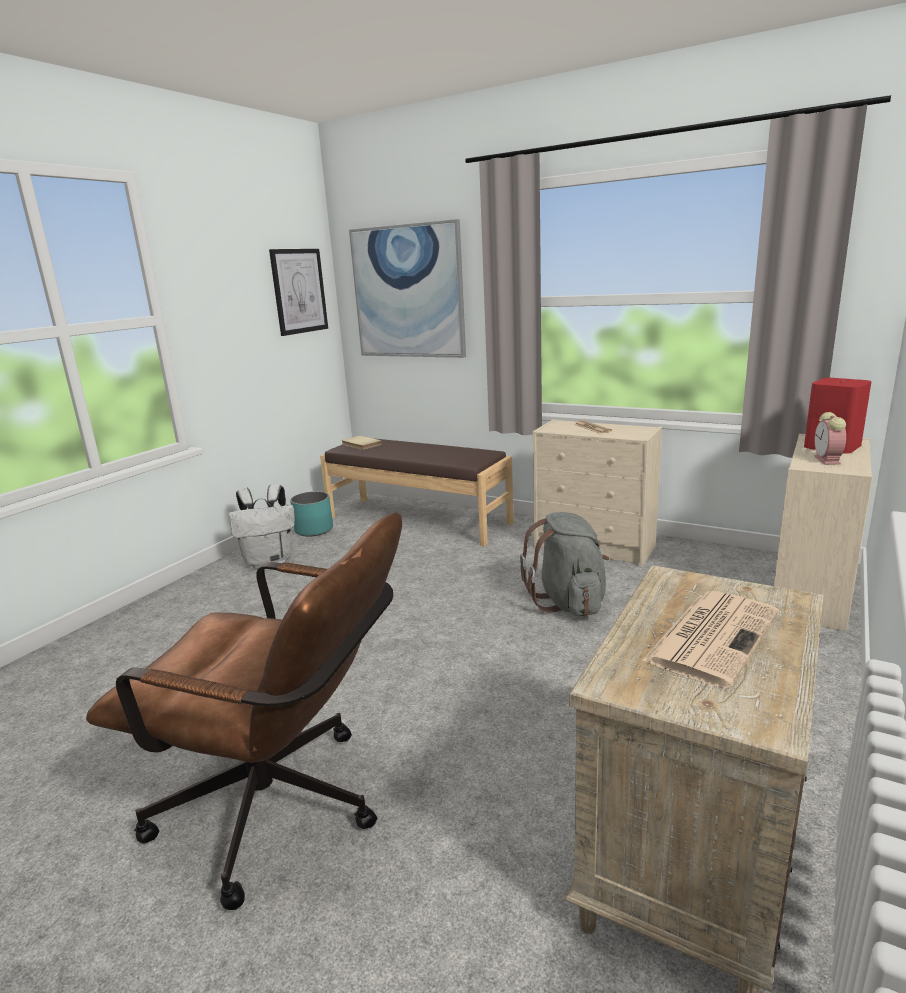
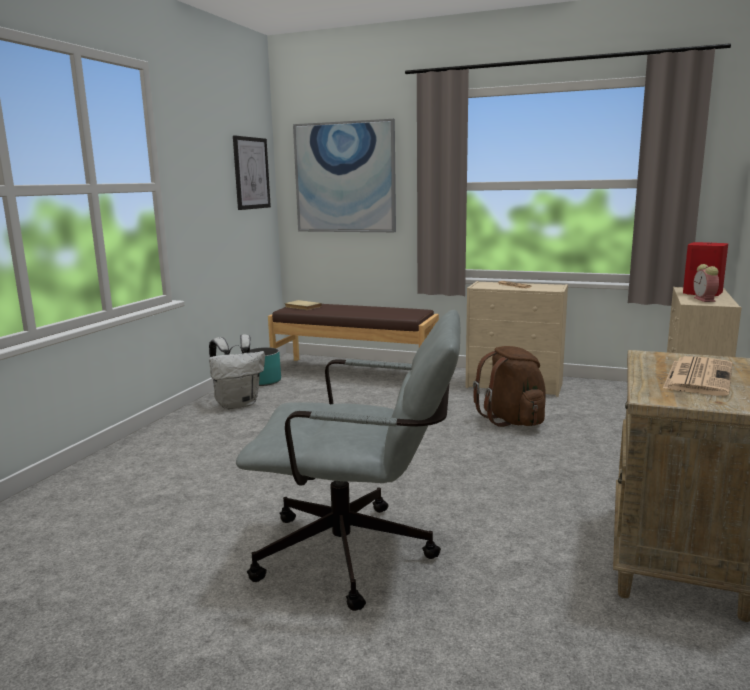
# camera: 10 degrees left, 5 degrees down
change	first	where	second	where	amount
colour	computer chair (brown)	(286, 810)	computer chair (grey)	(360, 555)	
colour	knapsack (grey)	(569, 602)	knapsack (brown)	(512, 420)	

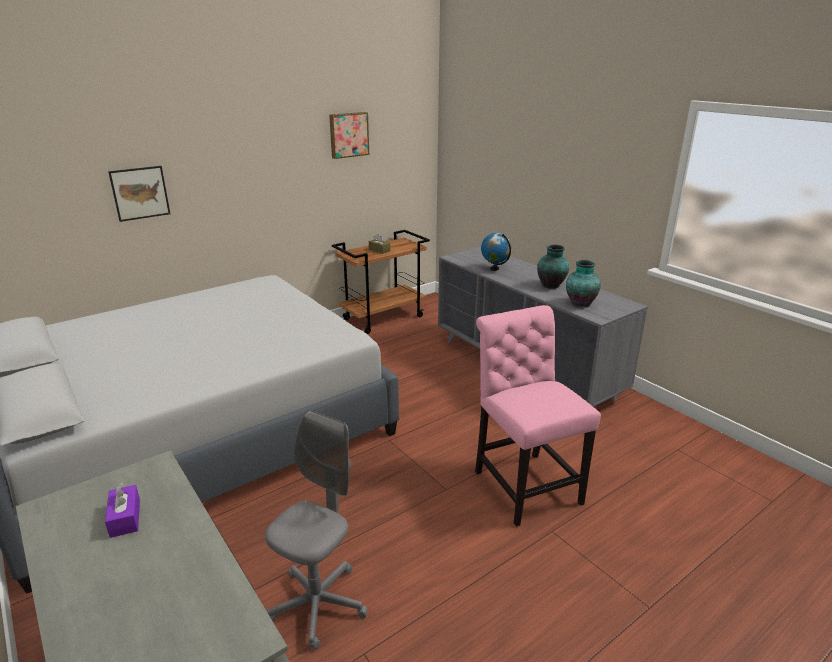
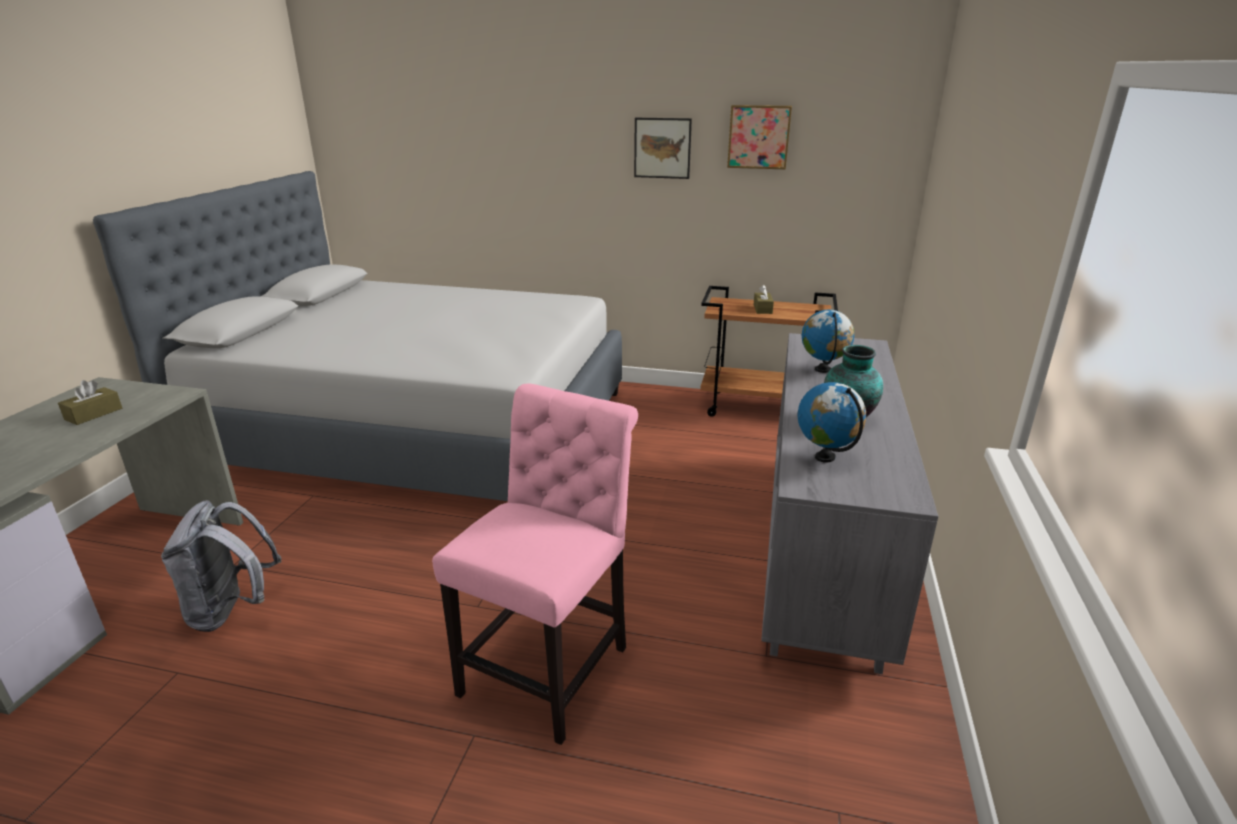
# camera: 50 degrees right, 0 degrees up
change	first	where	second	where	amount
relocated	wall picture	(140, 193)		(662, 148)	
exchanged	computer chair (grey)	(318, 604)	knapsack (grey)	(232, 610)	
exchanged	vase	(580, 303)	desk globe	(825, 457)	
colour	tissue holder (purple-coloured)	(125, 518)	tissue holder (brown)	(93, 414)	

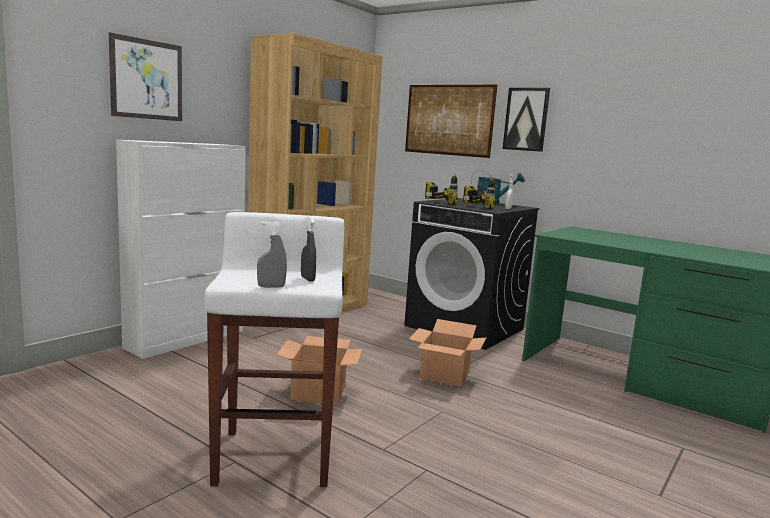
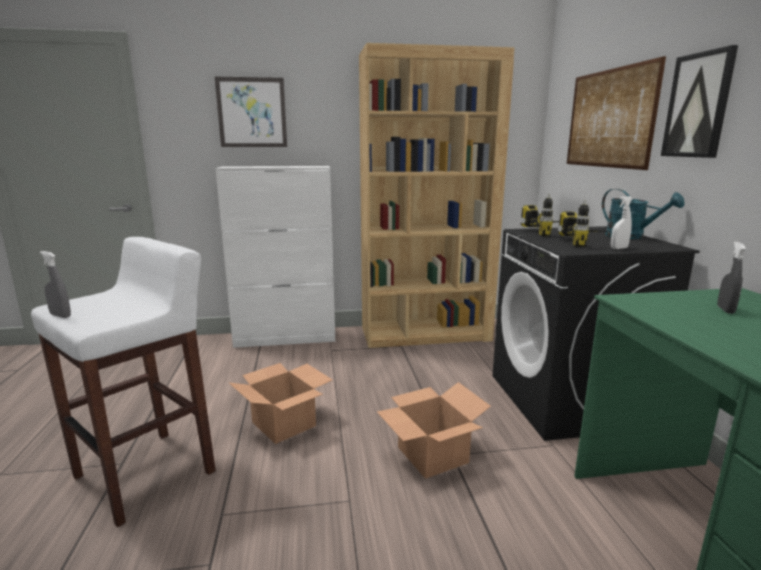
# camera: 45 degrees right, 5 degrees up
change	first	where	second	where	amount
relocated	hand sprayer (grey)	(307, 279)		(725, 310)	

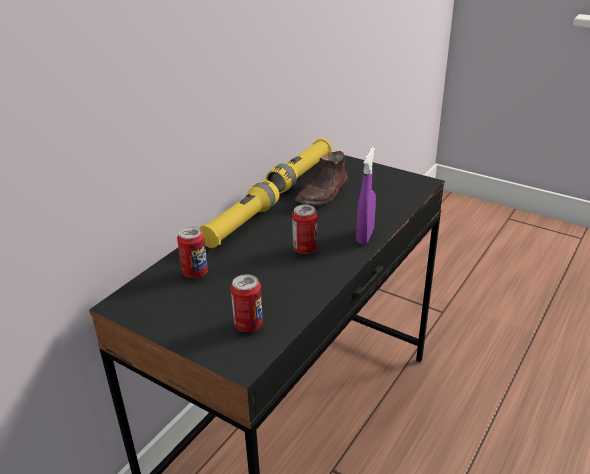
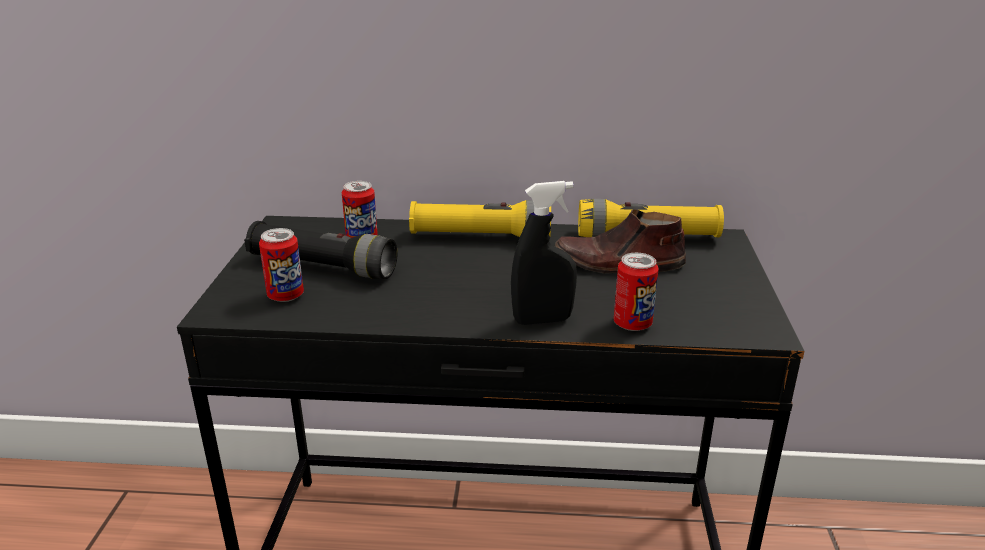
# camera: 60 degrees right, 5 degrees down
change	first	where	second	where	amount
appeared			torch (blackish)	(322, 266)	
relocated	metal can	(305, 249)		(632, 324)	
colour	hand sprayer (purple-coloured)	(365, 236)	hand sprayer (blackish)	(542, 320)	

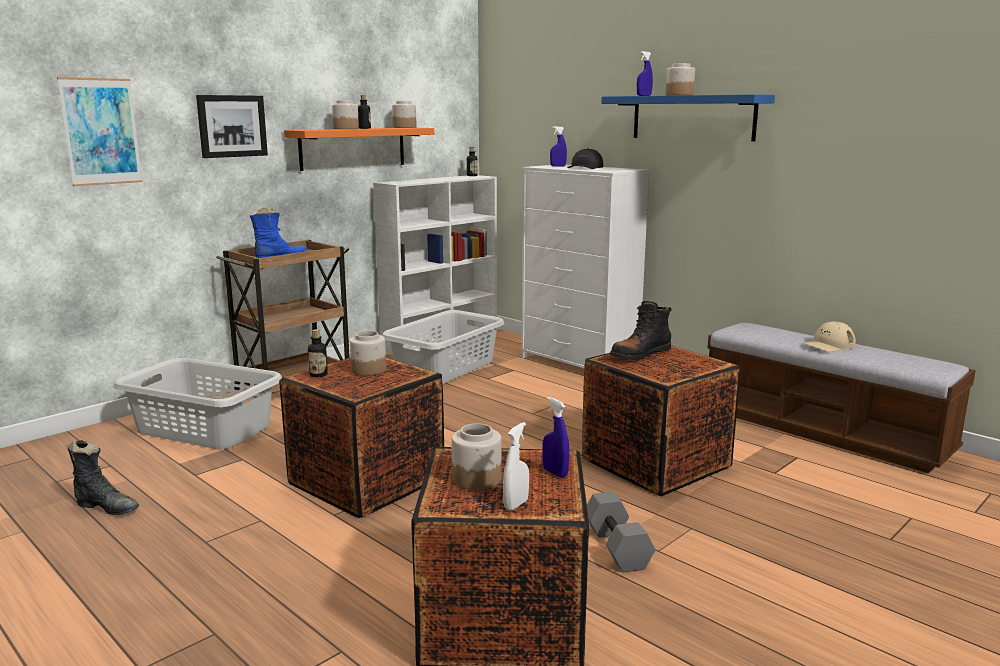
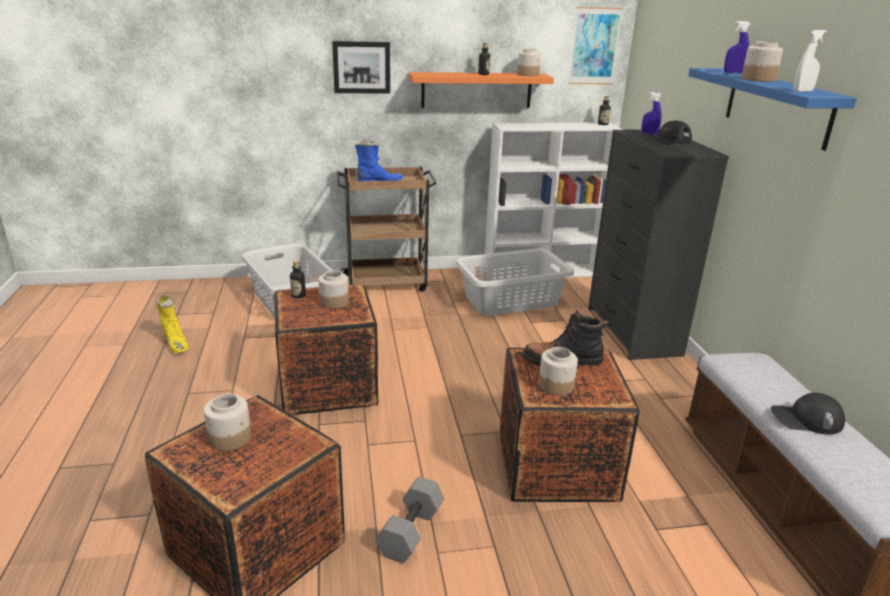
# camera: 35 degrees right, 10 degrees up
change	first	where	second	where	amount
missing	hand sprayer (blue)	(555, 473)			
relocated	wall picture	(101, 132)		(594, 46)	
relocated	storage jar	(346, 129)		(556, 385)	
relocated	hand sprayer (white)	(516, 504)		(802, 91)	
colour	high-top boot (blackish)	(107, 507)	high-top boot (yellow-coloured)	(176, 344)	
colour	chest of drawers (white)	(580, 363)	chest of drawers (blackish)	(633, 332)	
colour	cap (beige-coloured)	(828, 345)	cap (blackish)	(806, 419)	

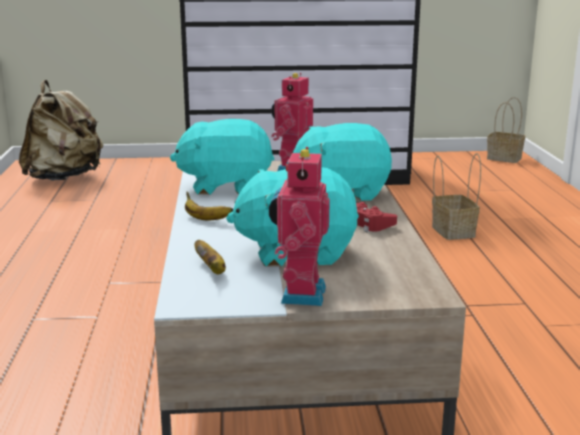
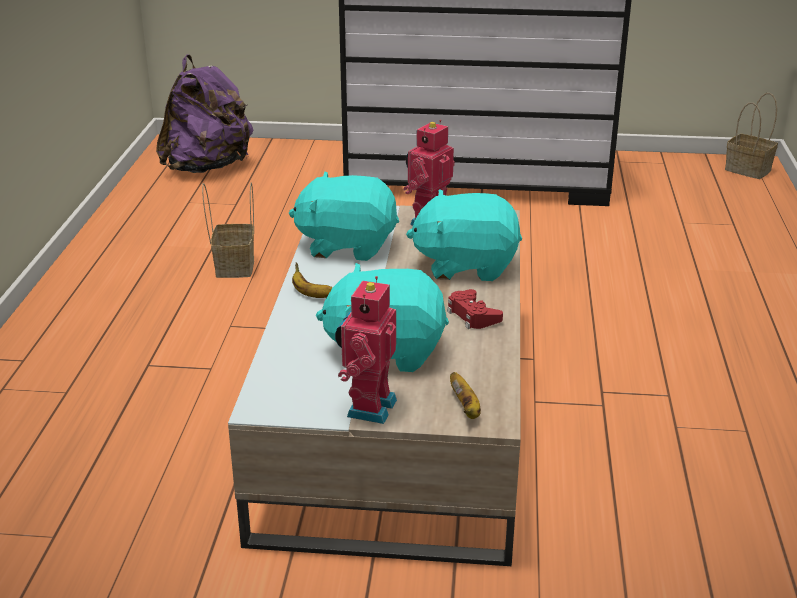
# camera: 10 degrees right, 10 degrees up
change	first	where	second	where	amount
relocated	whole banana	(211, 269)		(466, 408)	
relocated	storage basket	(451, 231)		(234, 266)	
colour	knapsack (beige-coloured)	(64, 178)	knapsack (purple-coloured)	(207, 167)	

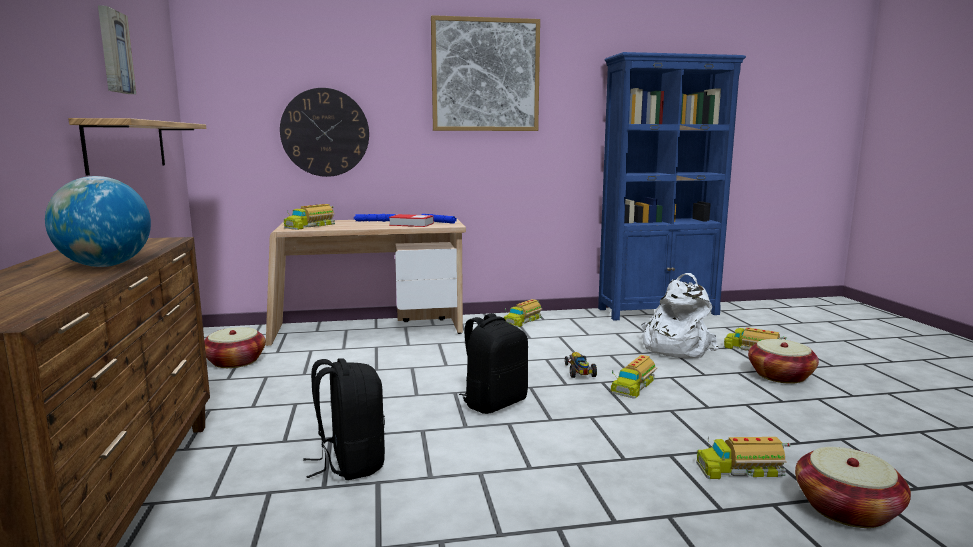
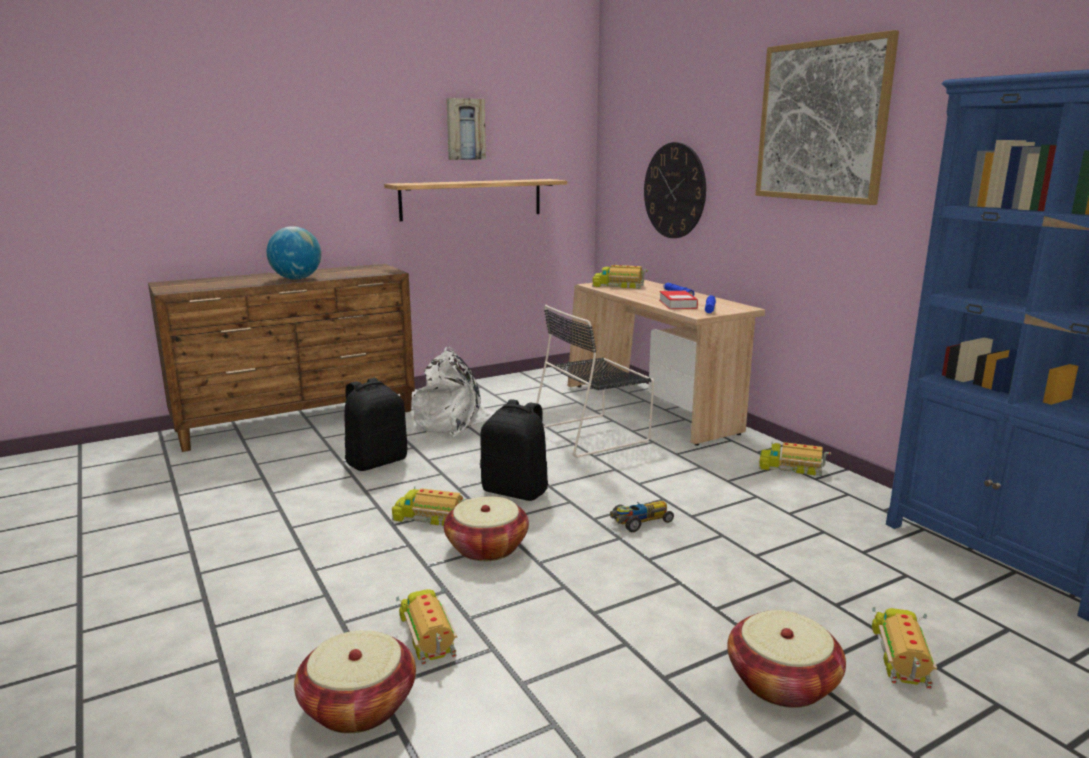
# camera: 70 degrees right, 5 degrees up
change	first	where	second	where	amount
appeared			upright chair (blackish)	(593, 434)	
relocated	storage basket	(235, 361)		(487, 547)	
relocated	toy lorry	(633, 385)		(430, 517)	
relocated	knapsack (white)	(674, 348)		(453, 422)	

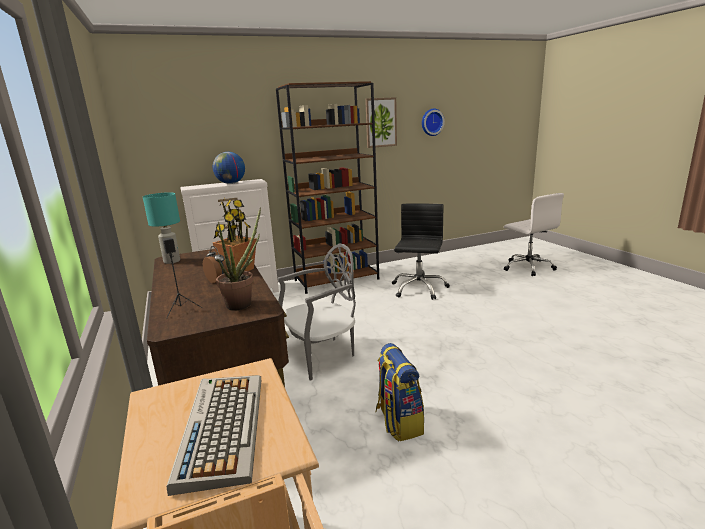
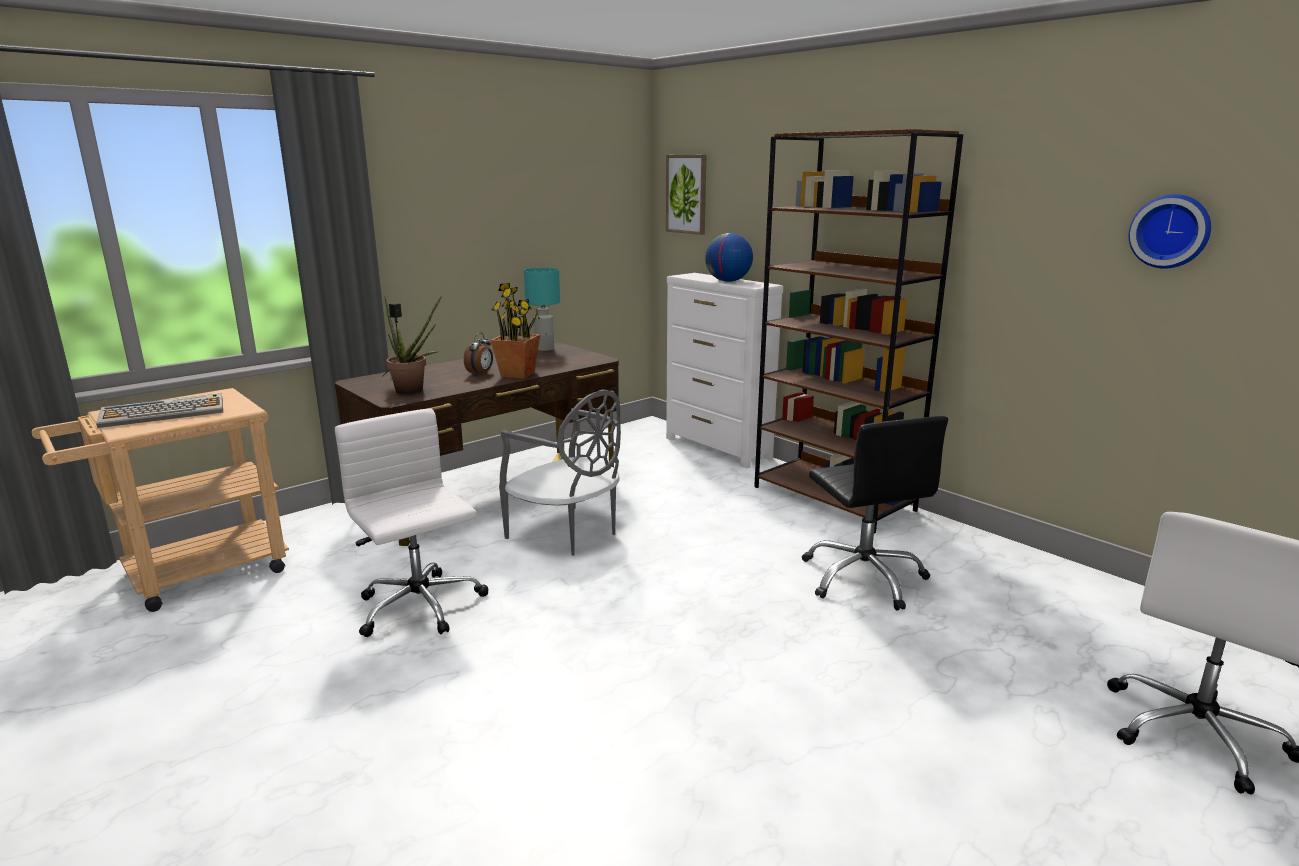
# camera: 70 degrees right, 0 degrees up
change	first	where	second	where	amount
relocated	wall picture	(381, 122)		(687, 194)	
exchanged	knapsack	(398, 422)	computer chair (white)	(421, 607)	
spun	computer chair (blackish)	(418, 288)		(863, 578)	75 degrees clockwise

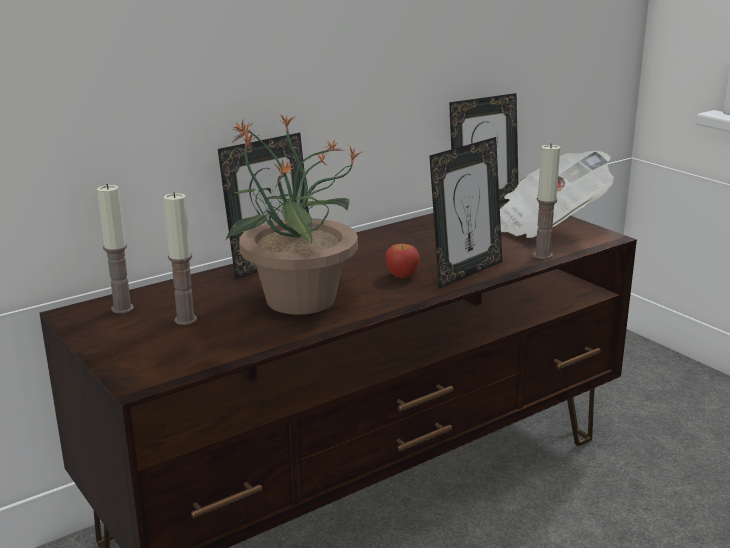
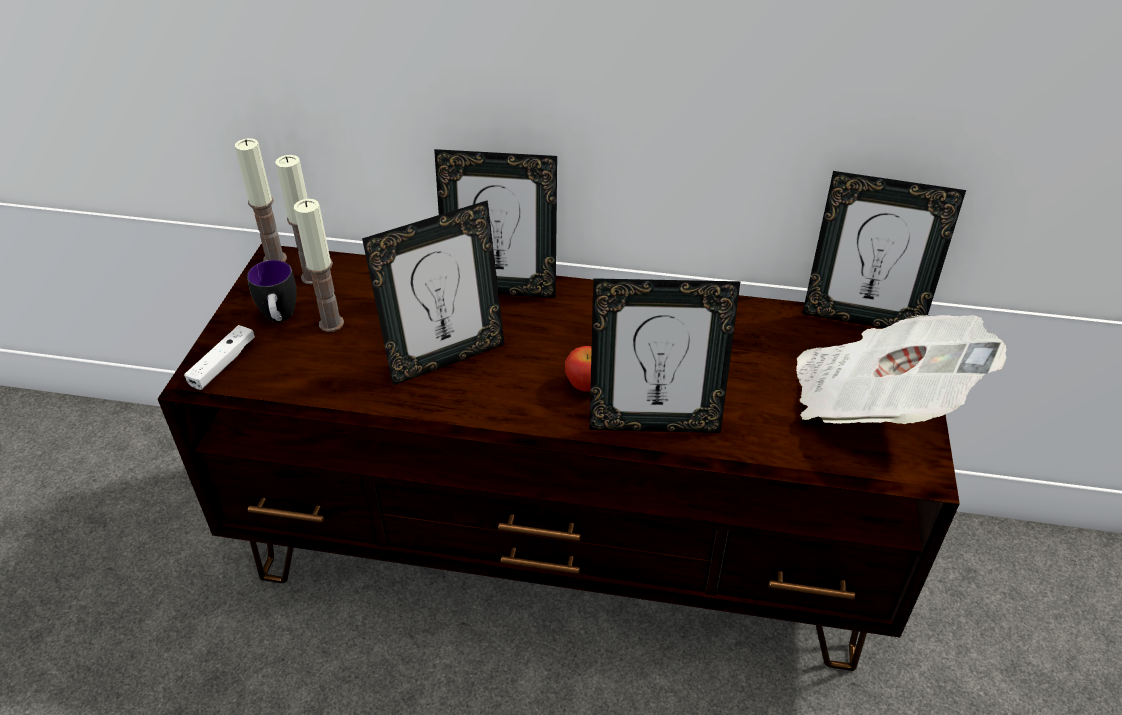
# camera: 45 degrees right, 20 degrees up
change	first	where	second	where	amount
appeared			joypad (white)	(223, 364)	
appeared			tea mug	(280, 319)	
relocated	wax candle	(542, 255)		(275, 259)	
exchanged	potted plant	(298, 300)	photo frame	(445, 358)	

